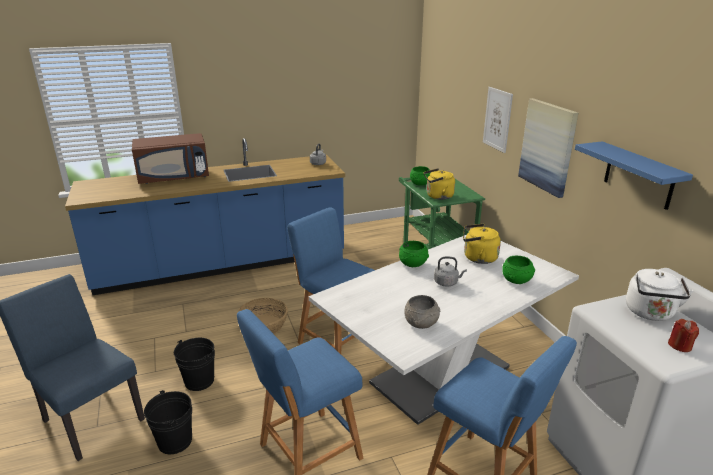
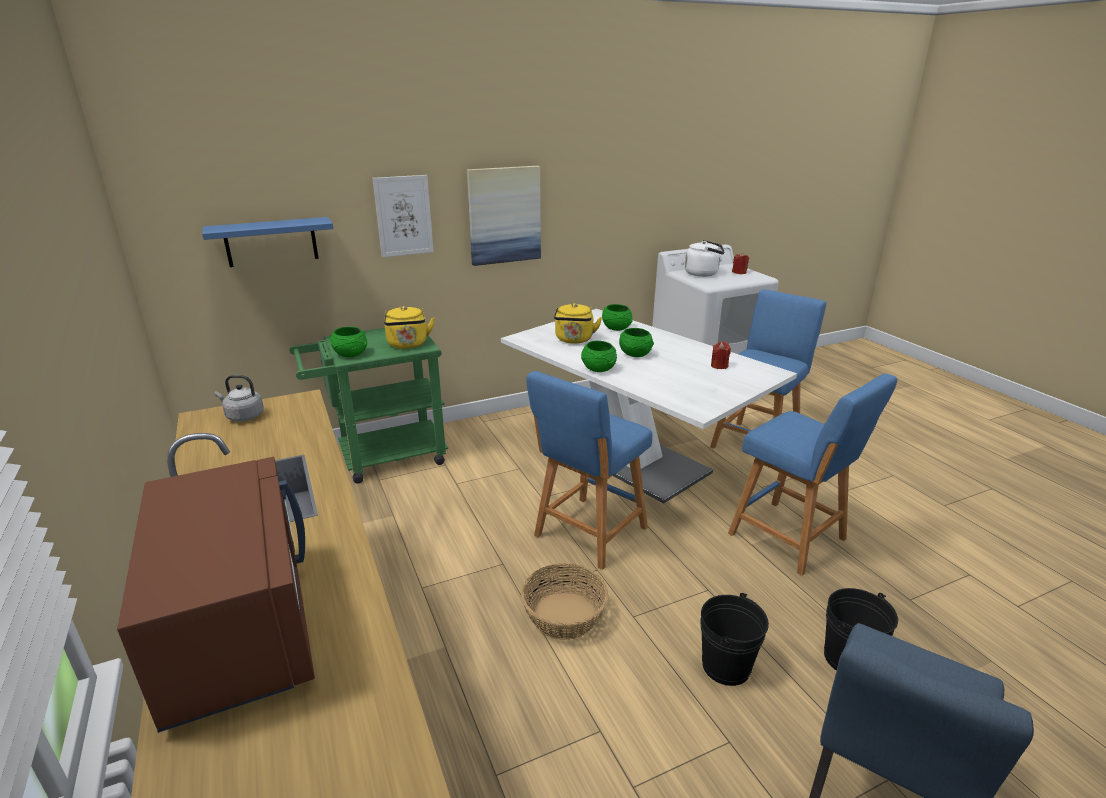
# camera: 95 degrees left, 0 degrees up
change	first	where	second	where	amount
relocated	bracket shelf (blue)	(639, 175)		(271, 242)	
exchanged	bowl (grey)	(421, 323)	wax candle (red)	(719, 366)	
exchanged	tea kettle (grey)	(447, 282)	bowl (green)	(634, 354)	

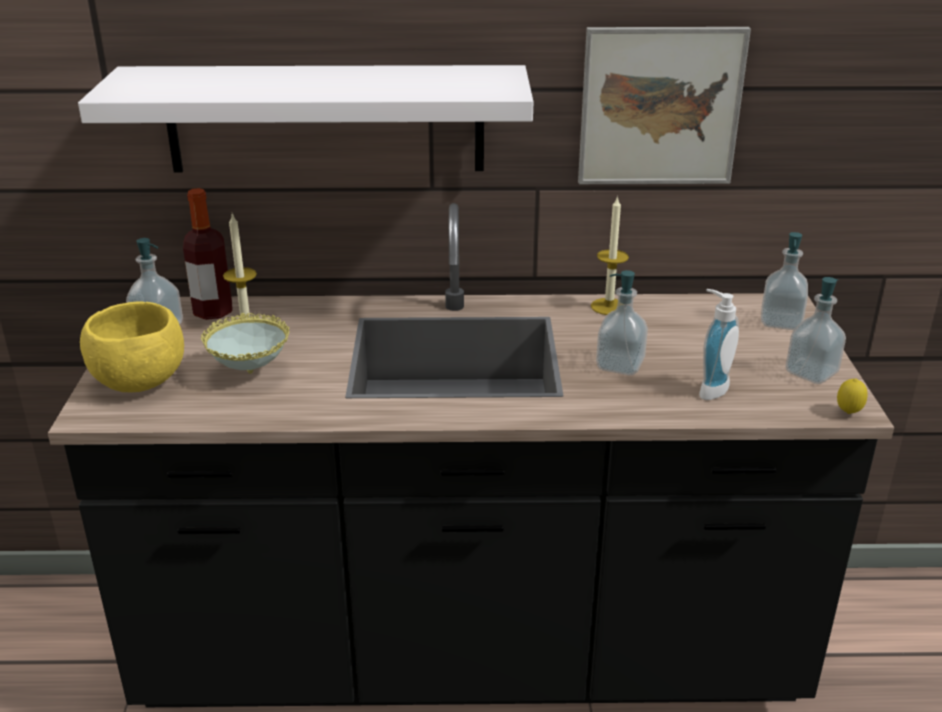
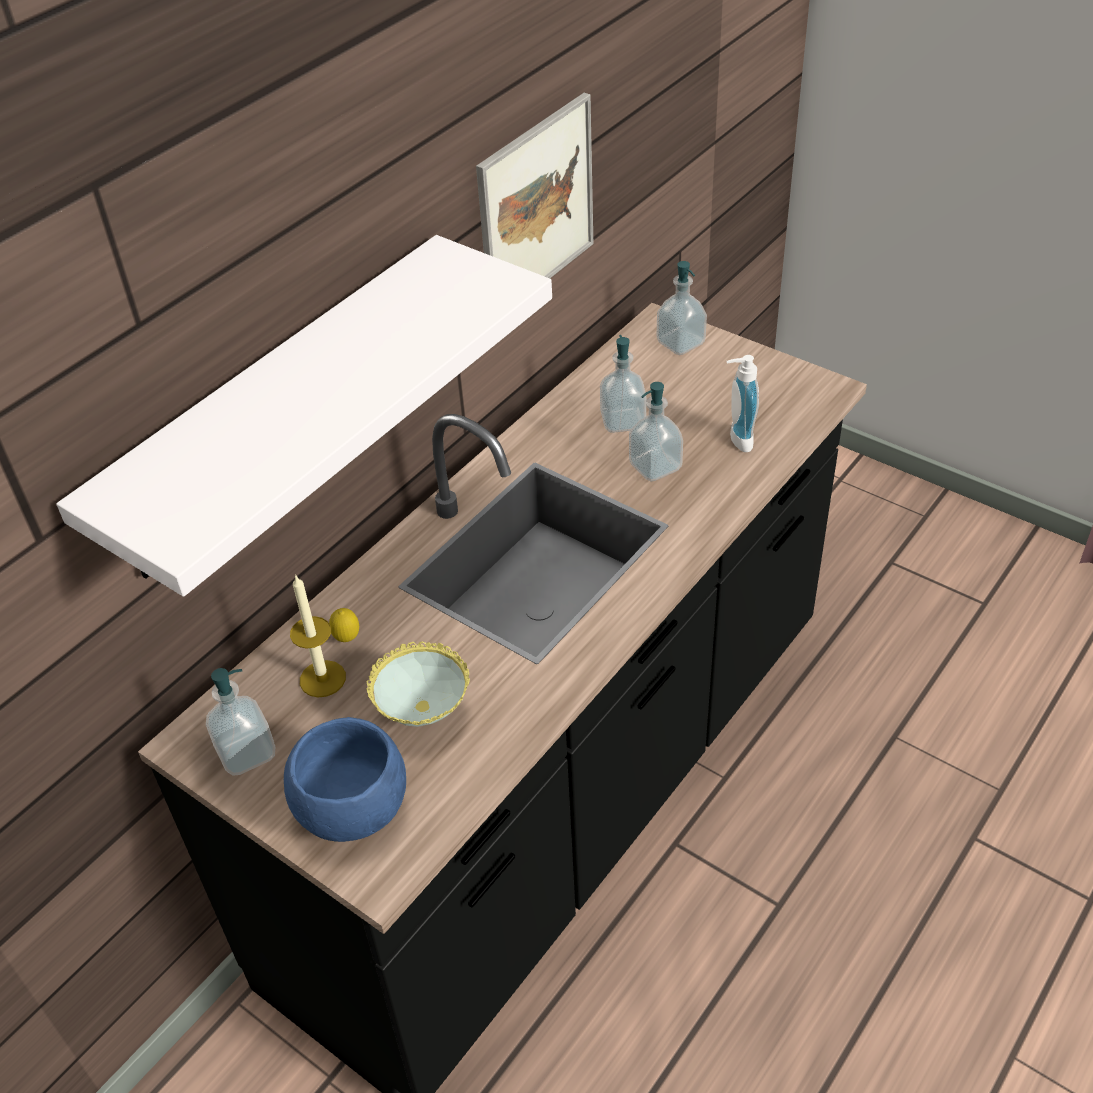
# camera: 50 degrees left, 15 degrees up
change	first	where	second	where	amount
missing	drink bottle	(213, 312)			
missing	wax candle	(609, 306)			
relocated	soap bottle	(811, 373)		(623, 421)	
relocated	lemon	(848, 413)		(347, 639)	
colour	bowl (yellow-coloured)	(140, 383)	bowl (blue)	(354, 810)	

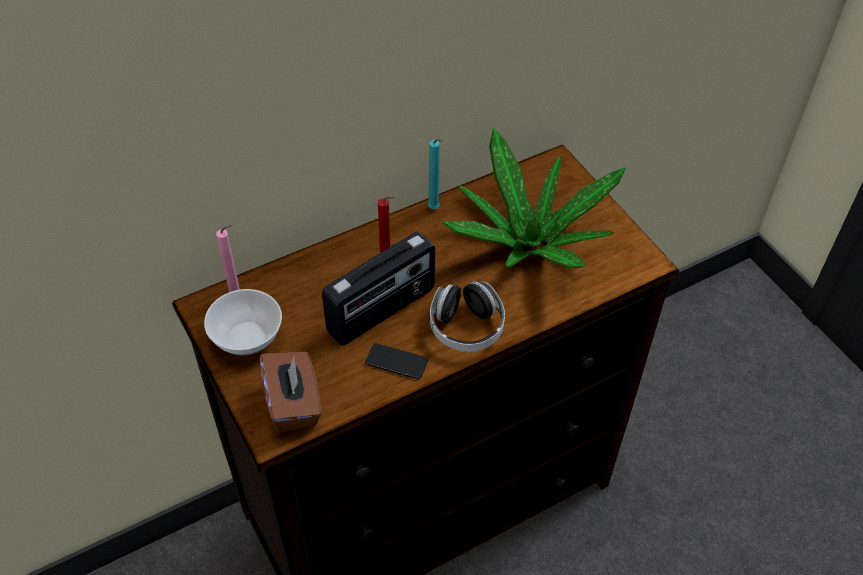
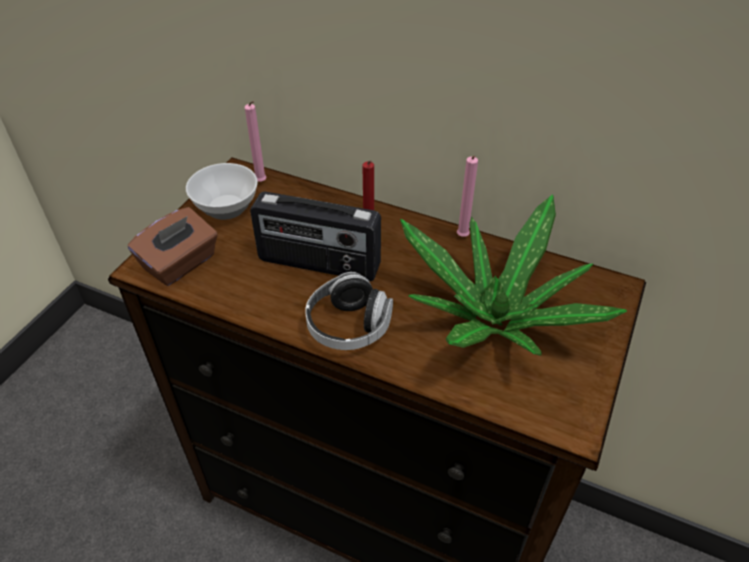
# camera: 55 degrees right, 5 degrees down
change	first	where	second	where	amount
missing	phone	(396, 362)			
colour	wax candle (blue-green)	(434, 209)	wax candle (pinkish)	(462, 238)	

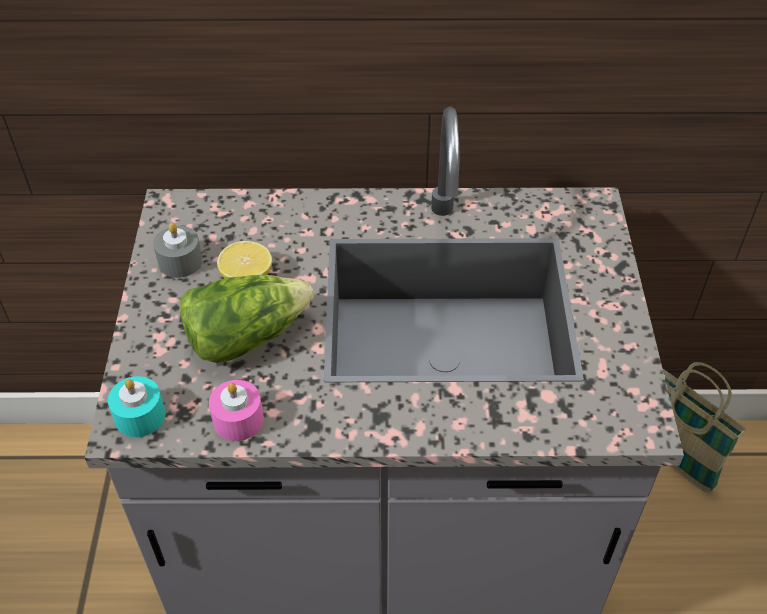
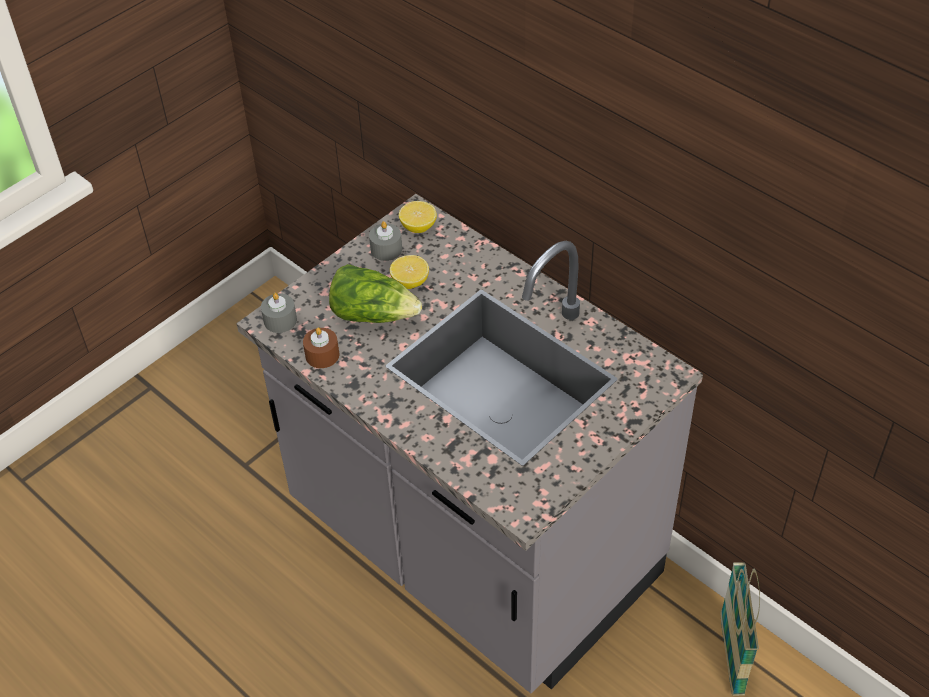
# camera: 45 degrees right, 0 degrees up
change	first	where	second	where	amount
appeared			lemon	(418, 226)	
colour	wax candle (blue-green)	(140, 416)	wax candle (grey)	(280, 320)	
colour	wax candle (pinkish)	(238, 419)	wax candle (brown)	(322, 355)	

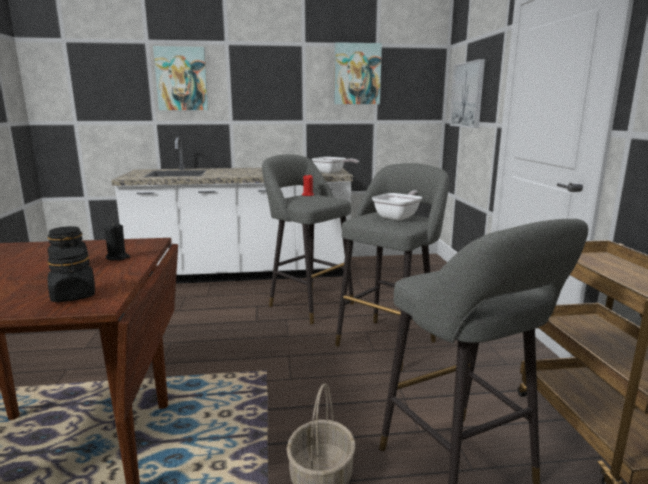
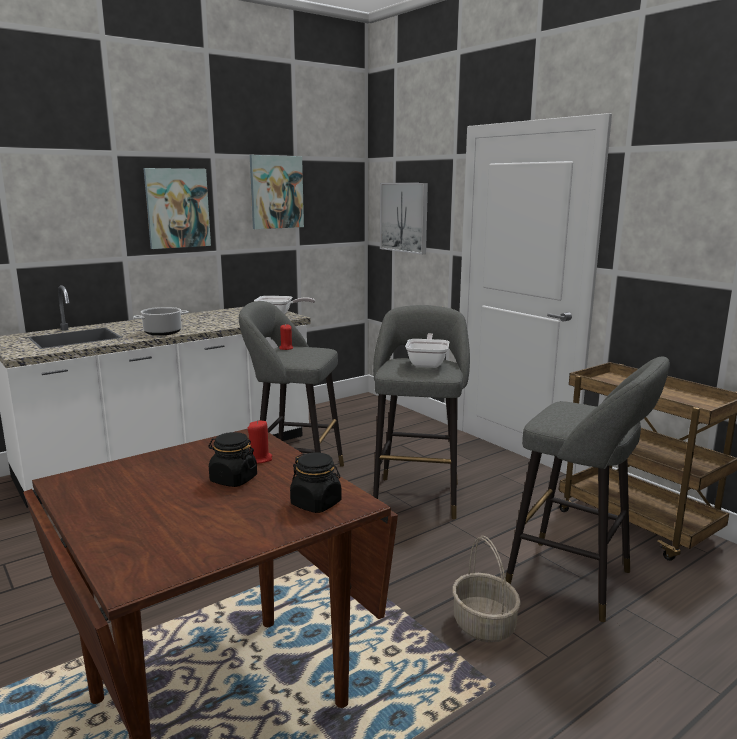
# camera: 30 degrees left, 0 degrees up
change	first	where	second	where	amount
appeared			cooking pot	(162, 332)	
relocated	wall picture	(181, 79)		(177, 208)	
colour	wax candle (blackish)	(118, 257)	wax candle (red)	(259, 459)	

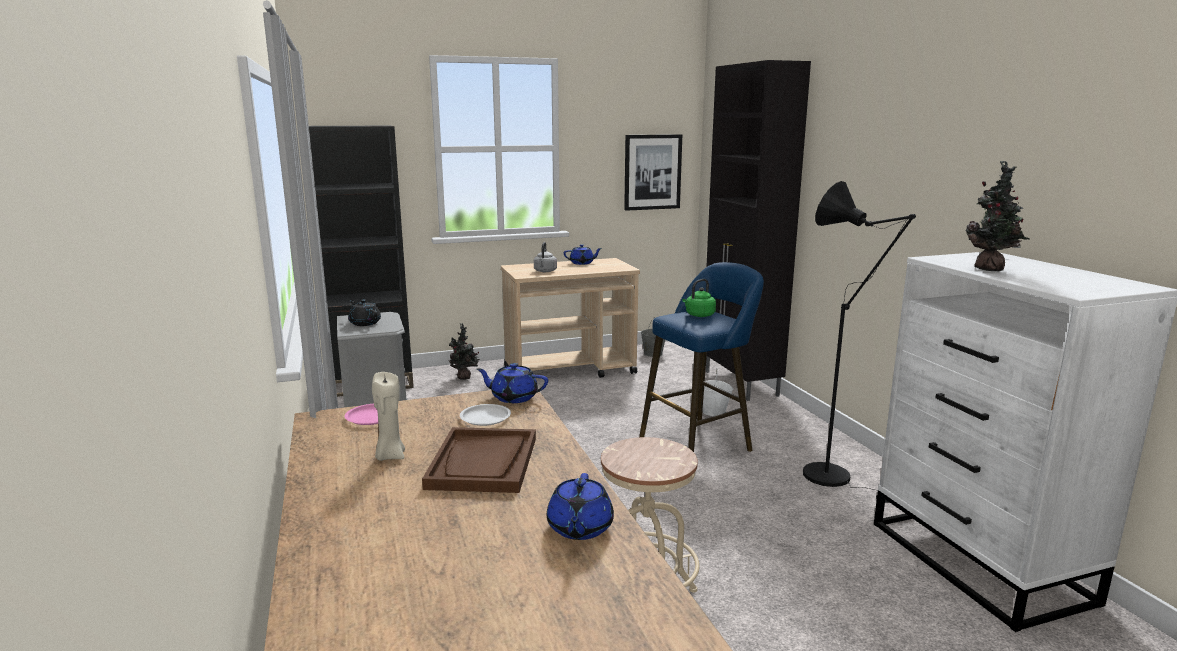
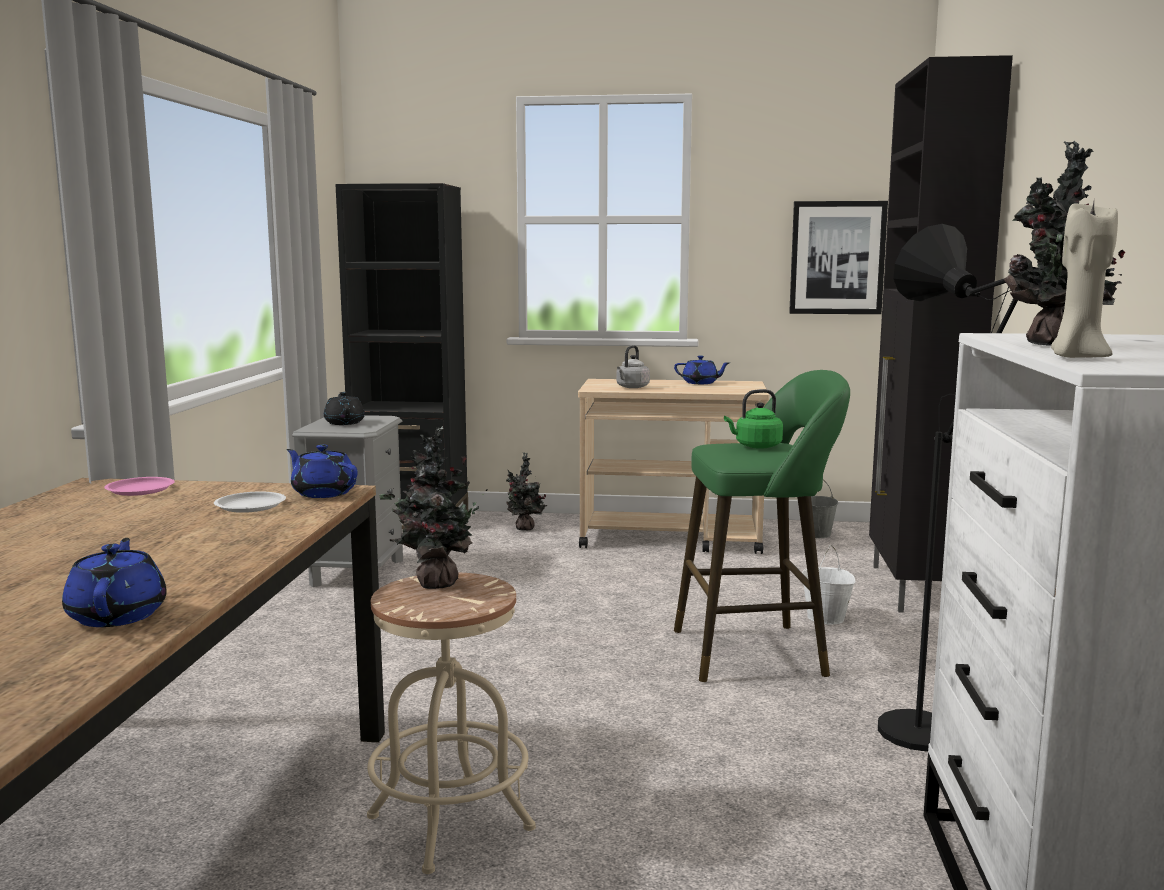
# camera: 25 degrees right, 5 degrees down
change	first	where	second	where	amount
missing	tray (brown)	(483, 463)			
appeared			potted plant	(433, 584)	
relocated	wax candle (beige-coloured)	(390, 456)		(1076, 358)	
colour	stool seat (blue)	(700, 442)	stool seat (green)	(758, 652)	
spun	tea pot (blue)	(579, 528)		(118, 615)	135 degrees clockwise

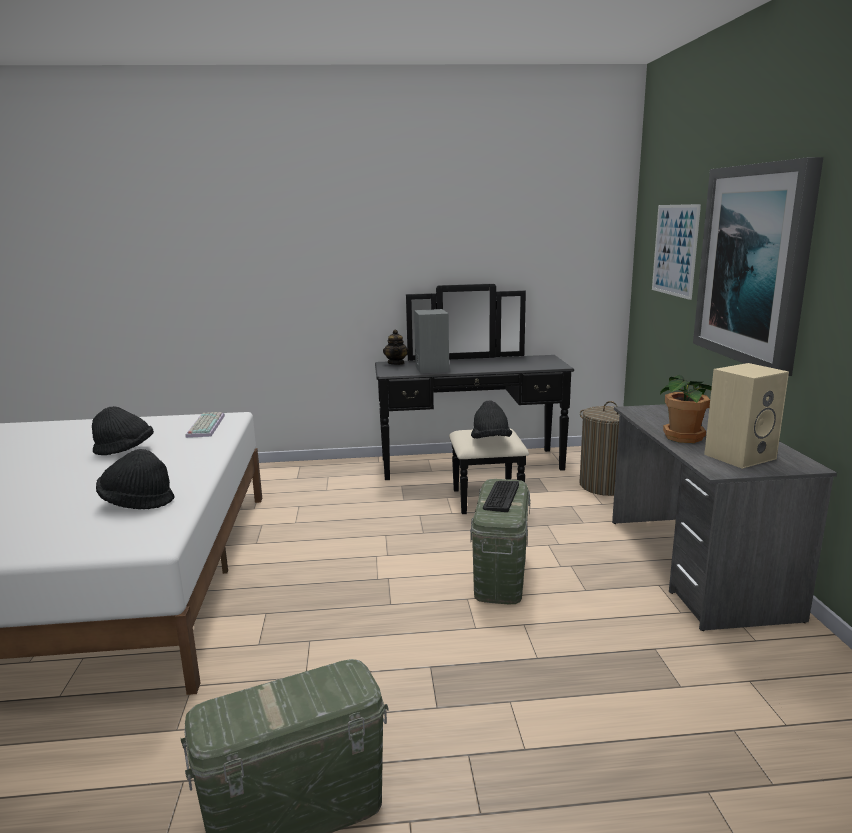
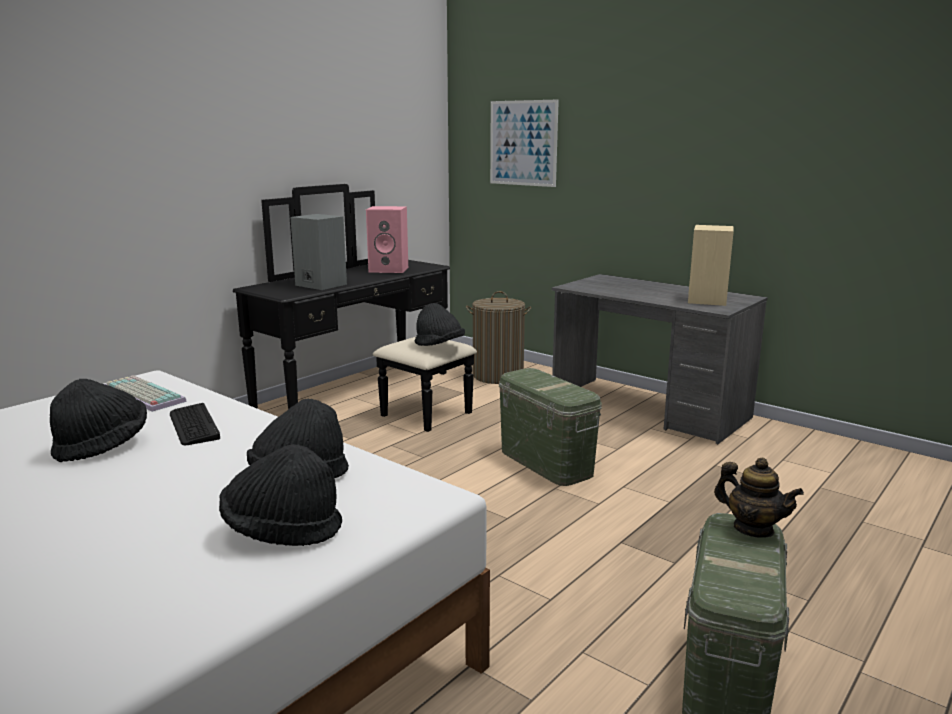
# camera: 45 degrees left, 0 degrees up
change	first	where	second	where	amount
missing	potted plant	(684, 437)			
missing	wall picture	(754, 264)			
appeared			clothing hat (blackish)	(282, 531)	
appeared			loudspeaker (pinkish)	(390, 269)	
relocated	tea pot	(396, 363)		(753, 529)	
relocated	computer keyboard	(501, 496)		(193, 425)	

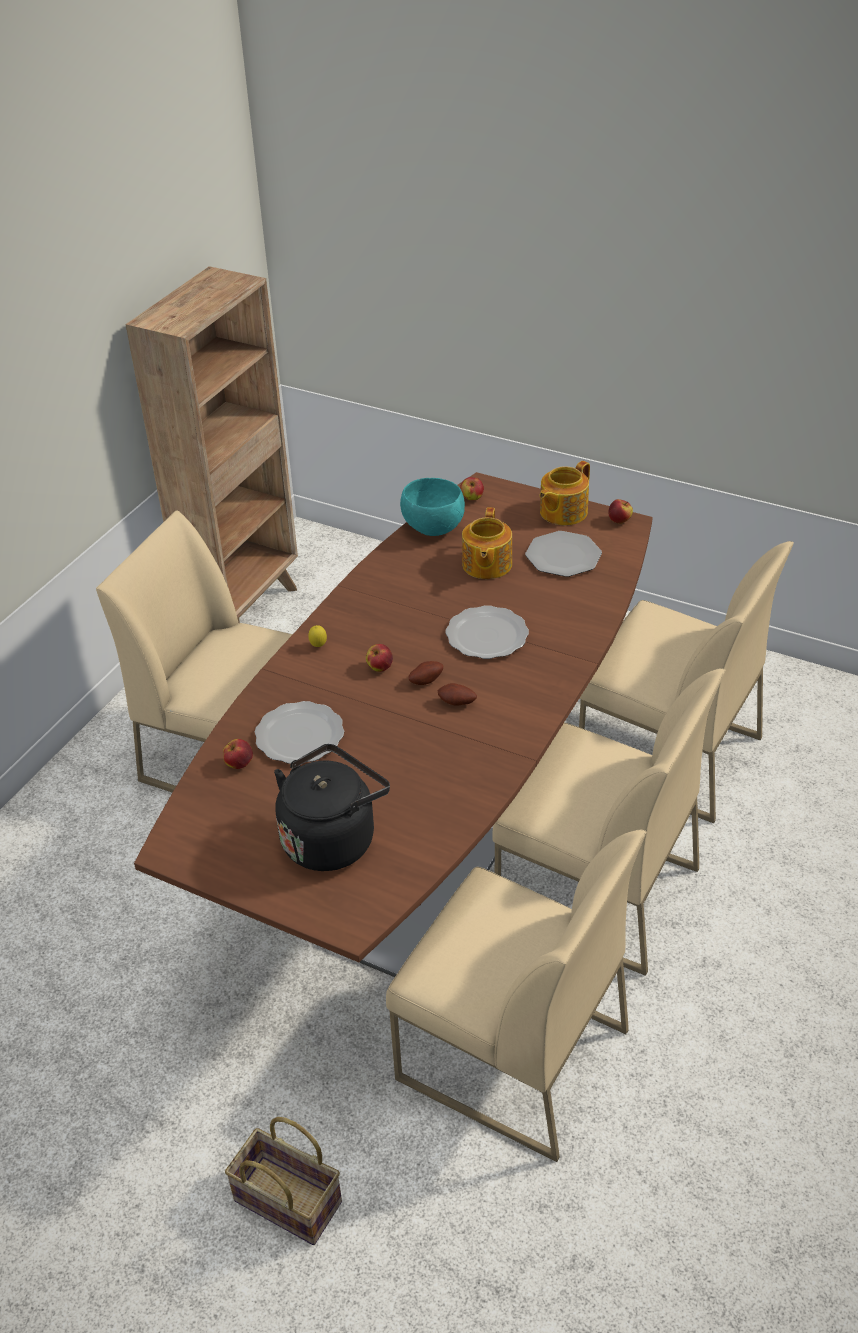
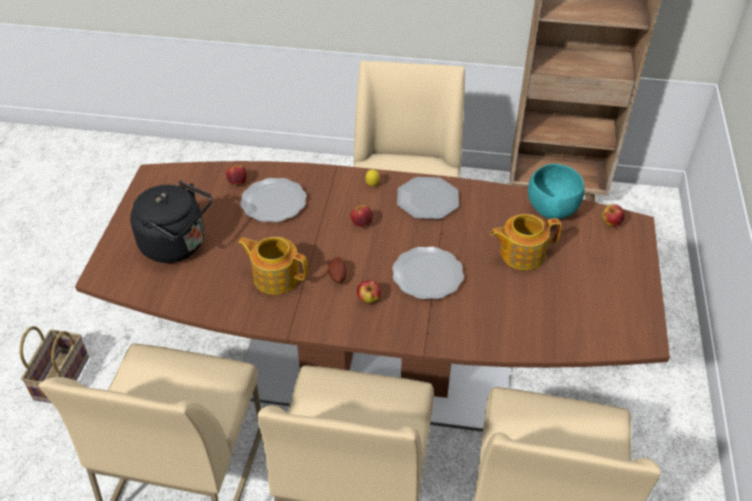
# camera: 70 degrees right, 5 degrees up
change	first	where	second	where	amount
missing	spud	(425, 680)			
relocated	dinner plate	(563, 556)		(427, 199)	
relocated	tea pot	(562, 512)		(275, 276)	
relocated	apple fruit	(619, 521)		(368, 299)	

